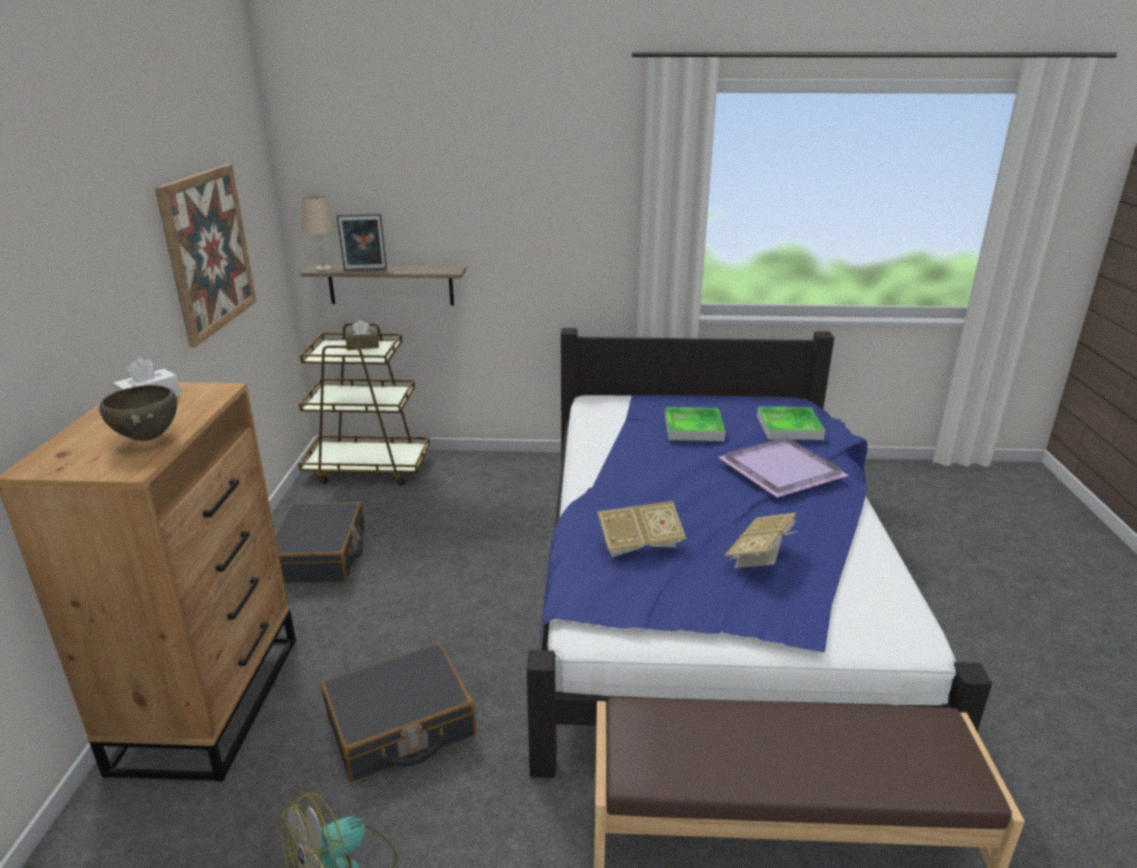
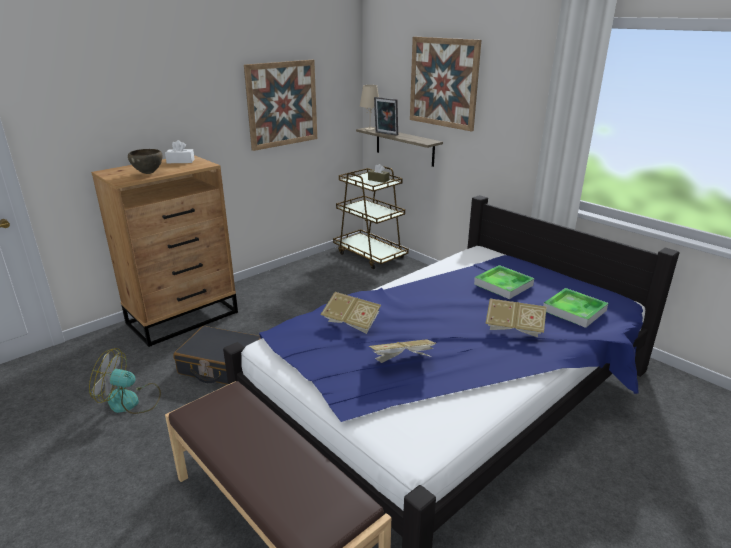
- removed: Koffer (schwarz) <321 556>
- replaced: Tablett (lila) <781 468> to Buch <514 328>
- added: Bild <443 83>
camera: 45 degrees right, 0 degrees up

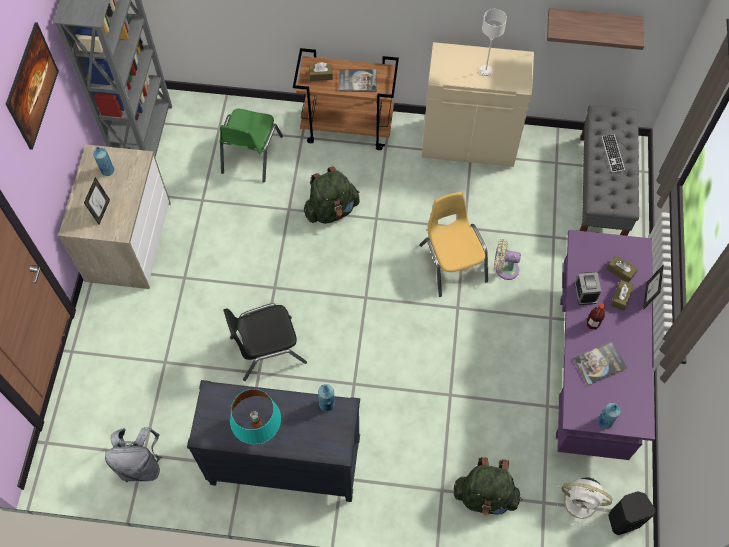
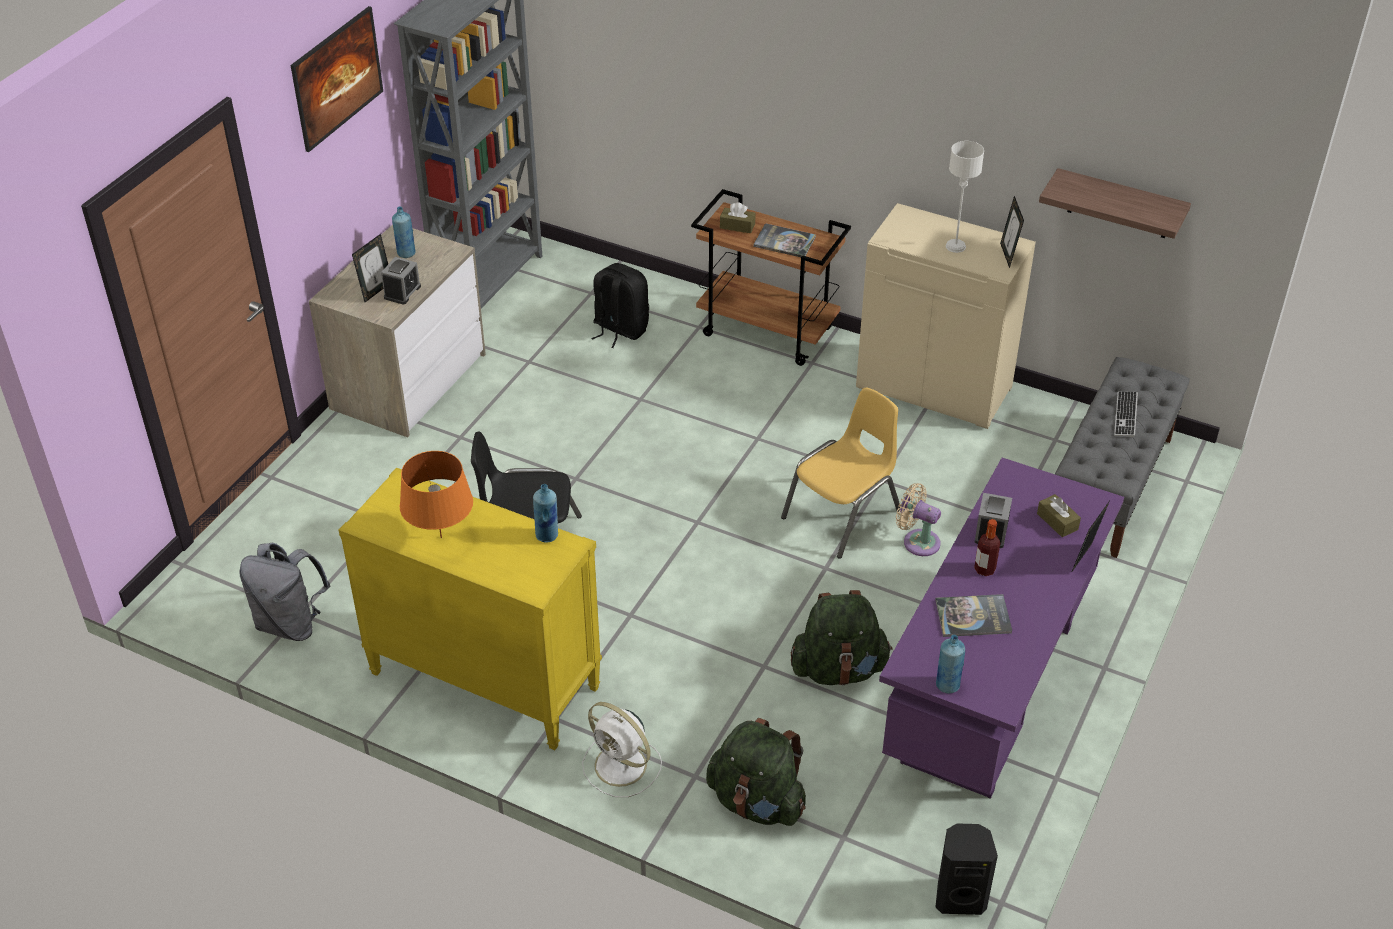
- recoloured: Kommode (schwarz) <284 465> to Kommode (gelb) <483 681>
- replaced: Stuhl (grün) <251 154> to Rucksack (schwarz) <619 329>
- recoloured: Tischlampe (türkis) <258 429> to Tischlampe (orange) <441 537>
- moved: Rucksack (grün) <331 210> to <838 669>
- turned: Stuhl (gelb) <452 263> = <843 515> 45 degrees clockwise
- moved: Ventilator (weiß) <582 502> to <622 766>
- removed: Taschentuchbox (braun) <621 297>
- added: Wecker <402 292>
- added: Bilderrahmen <1008 255>
camera: 20 degrees right, 20 degrees down

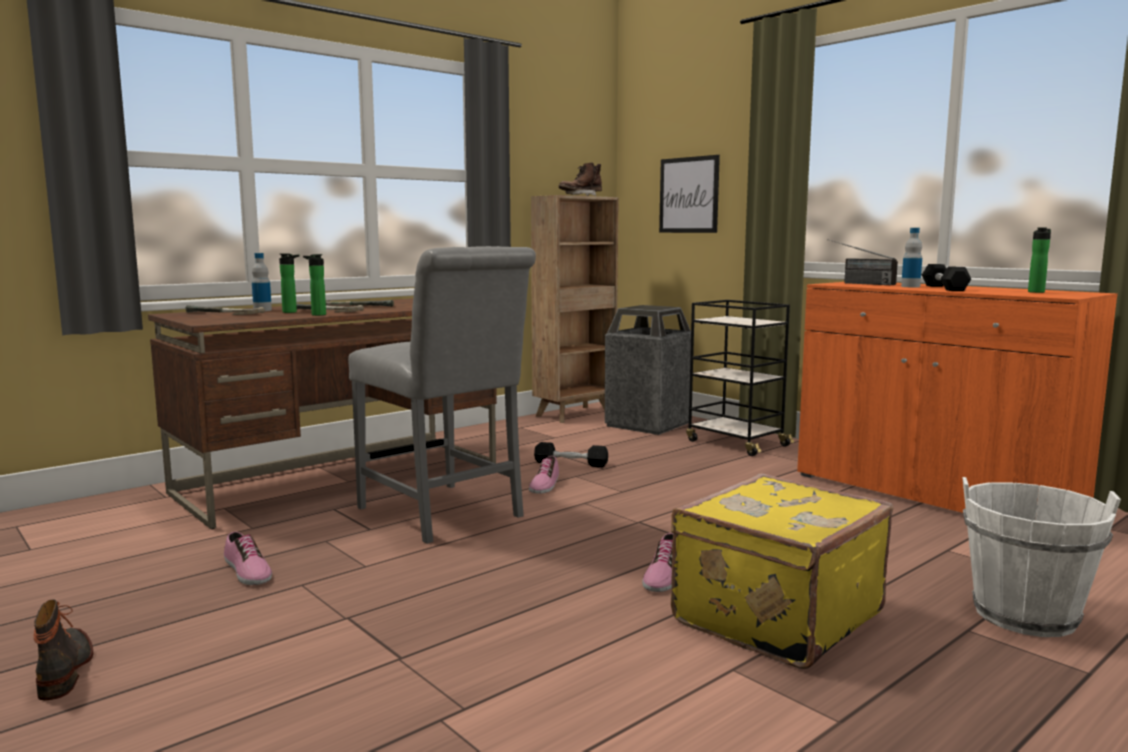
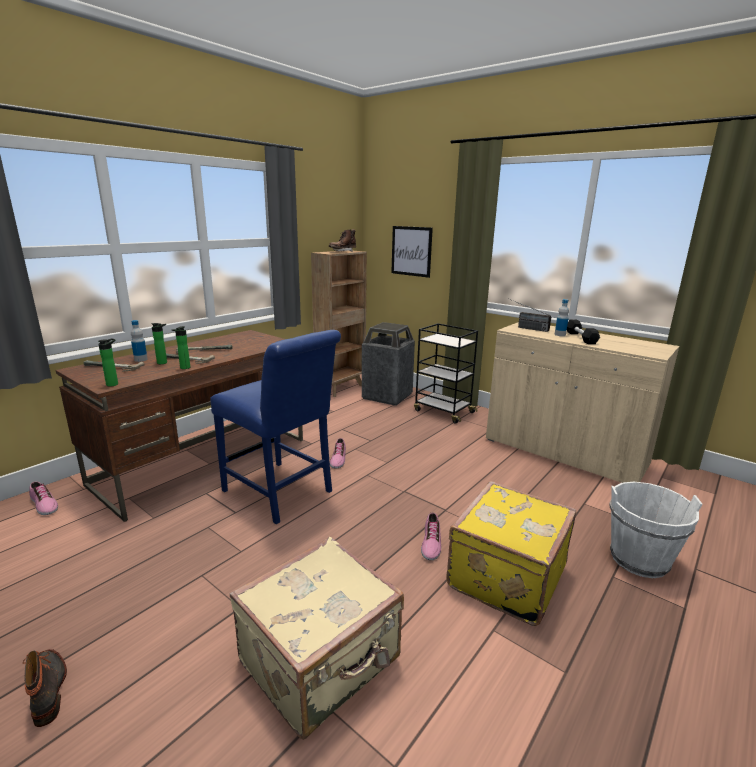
- moved: Schuh <246 571> to <43 504>
- recoloured: Stuhl (grau) <444 514> to Stuhl (blau) <281 493>
- removed: Hantel (schwarz) <571 463>
- recoloured: Schrank (orange) <933 494> to Schrank (beige) <563 452>
- moved: Flasche <1036 292> to <114 384>
- added: Koffer (beige) <322 662>
camera: 10 degrees left, 10 degrees up

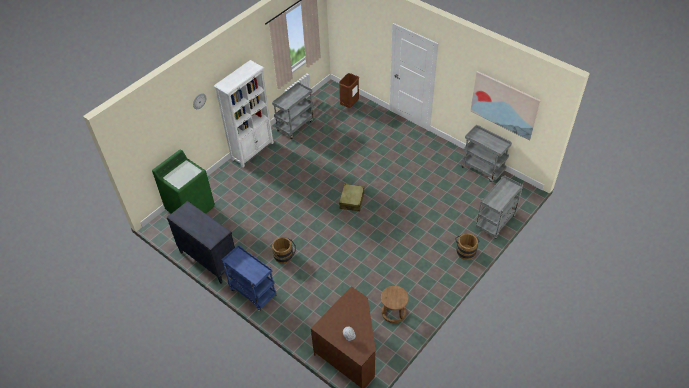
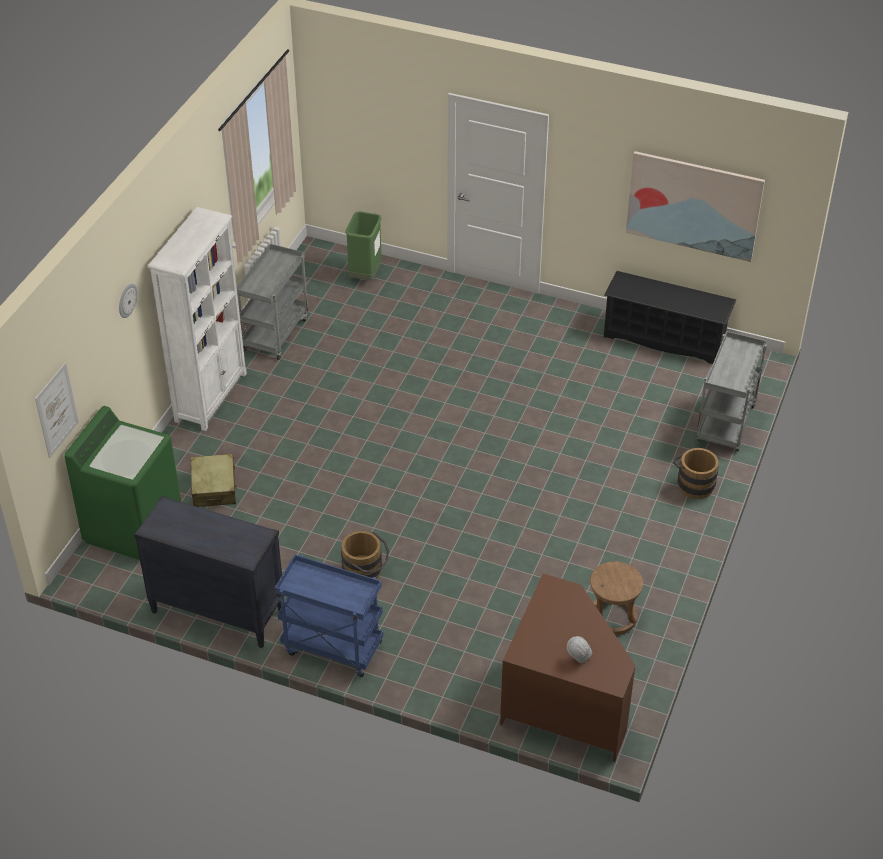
- recoloured: Mülleimer (braun) <349 104> to Mülleimer (grün) <365 275>
- moved: Koffer (beige) <352 200> to <214 487>
- replaced: Rollwagen (grau) <483 169> to Schuhregal (schwarz) <665 339>
- added: Bild <56 410>
camera: 20 degrees left, 5 degrees down

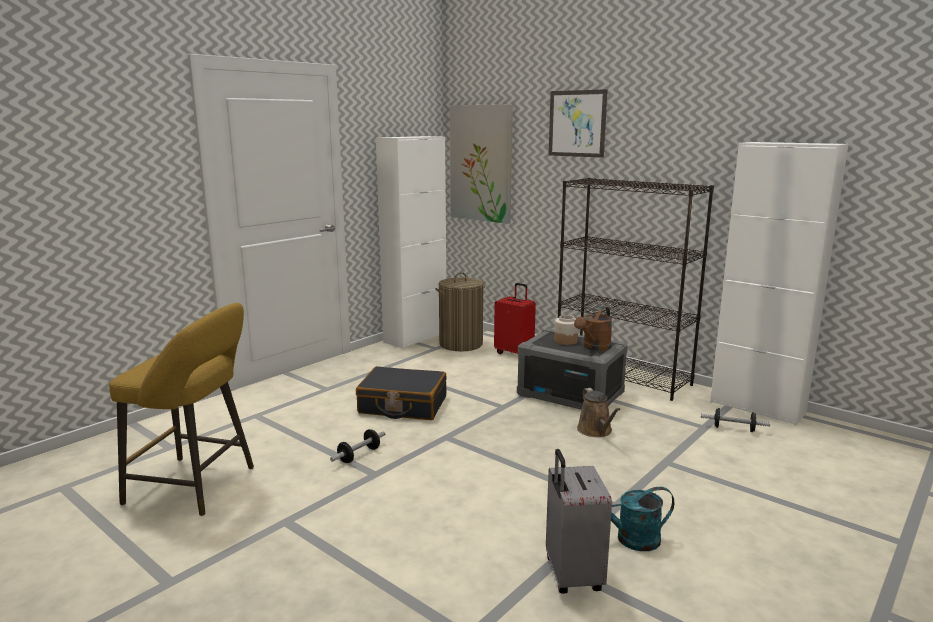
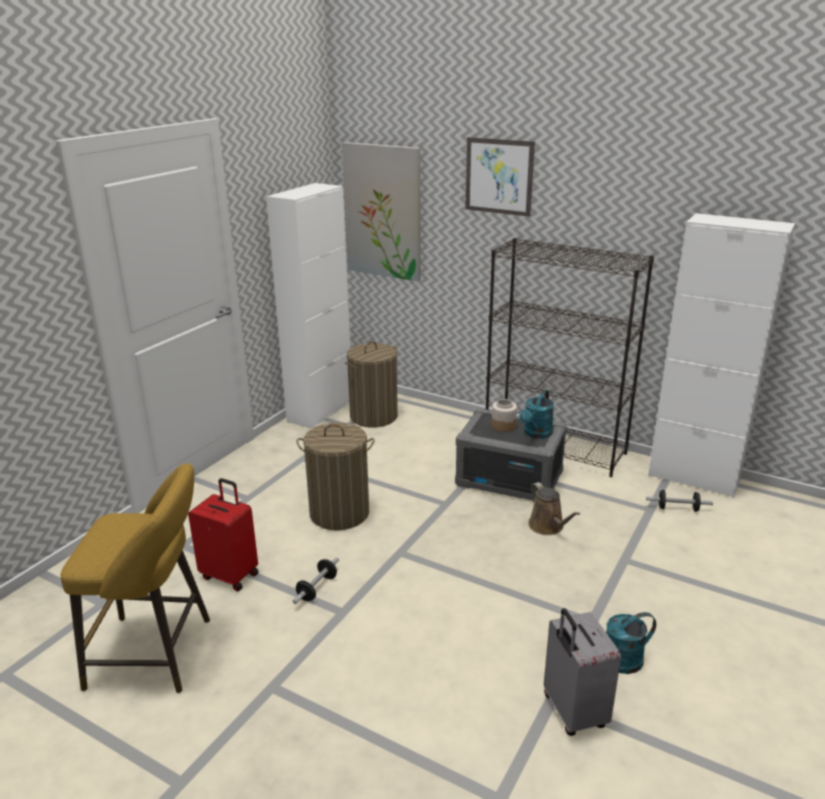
- replaced: Koffer (schwarz) <402 405> to Wäschekorb <339 513>
- moved: Koffer (rot) <515 353> to <231 575>
- recoloured: Gießkanne (braun) <594 347> to Gießkanne (türkis) <536 434>
camera: 10 degrees left, 10 degrees up

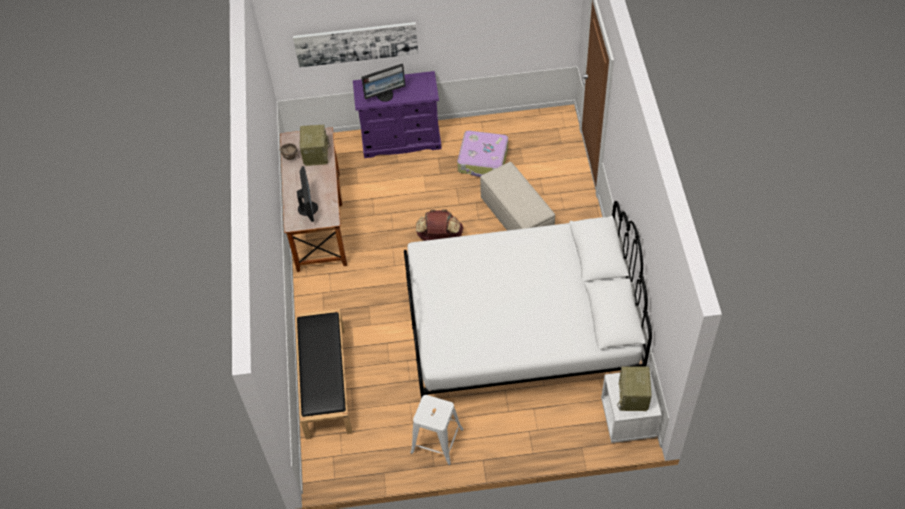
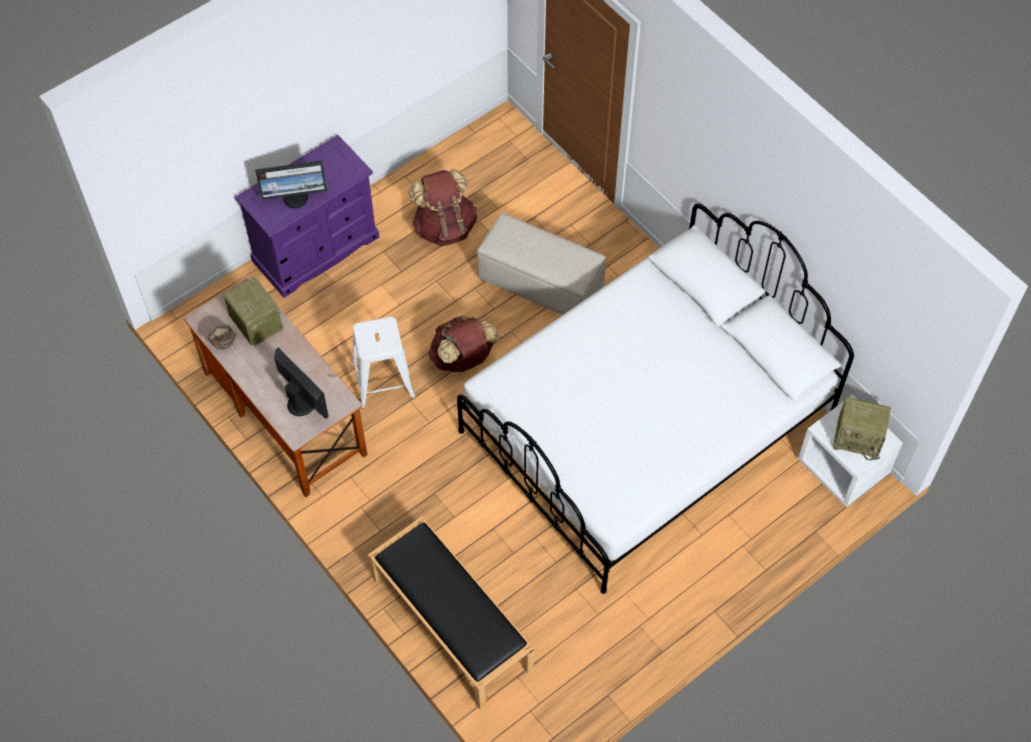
- removed: Bild <356 43>
- turned: Monitor <385 95> = <296 197> 45 degrees clockwise
- moved: Hocker (weiß) <437 441> to <383 380>
- replaced: Koffer <483 160> to Rucksack (braun) <444 227>
- turned: Radio <633 397> = <858 438> 45 degrees counterclockwise
camera: 35 degrees left, 5 degrees up

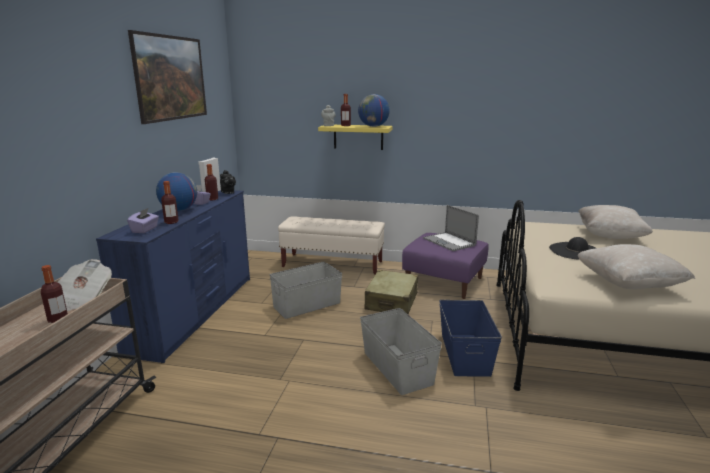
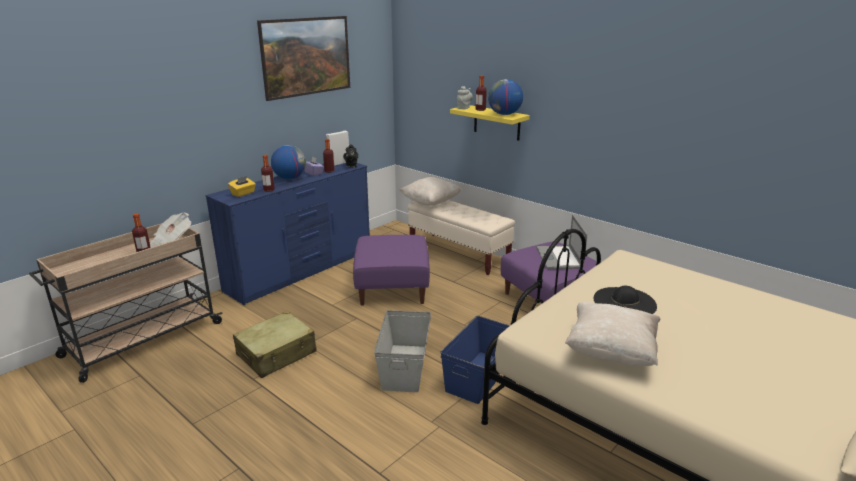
- recoloured: Taschentuchbox (lila) <145 230> to Taschentuchbox (gelb) <243 193>
- replaced: Aufbewahrungsbox (grau) <307 305> to Polsterhocker (lila) <393 288>
- moved: Koffer (beige) <392 301> to <277 354>
- moved: Kissen (beige) <610 236> to <430 202>
camera: 30 degrees right, 5 degrees up

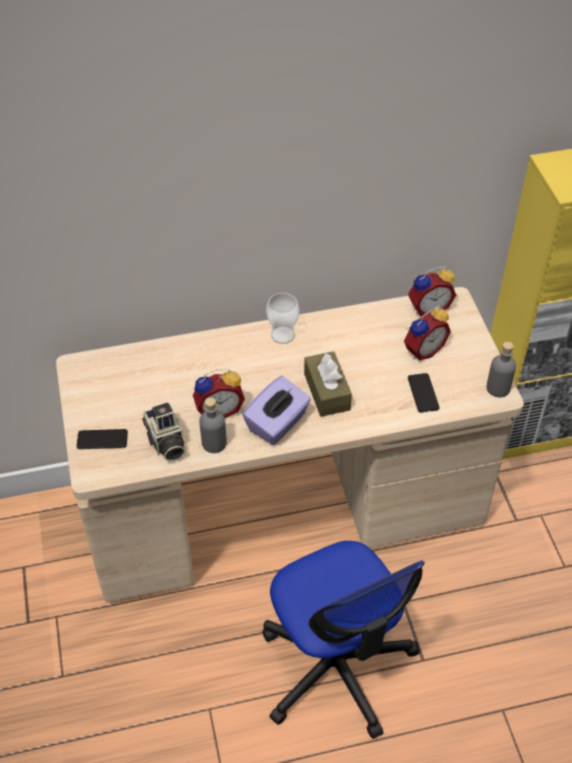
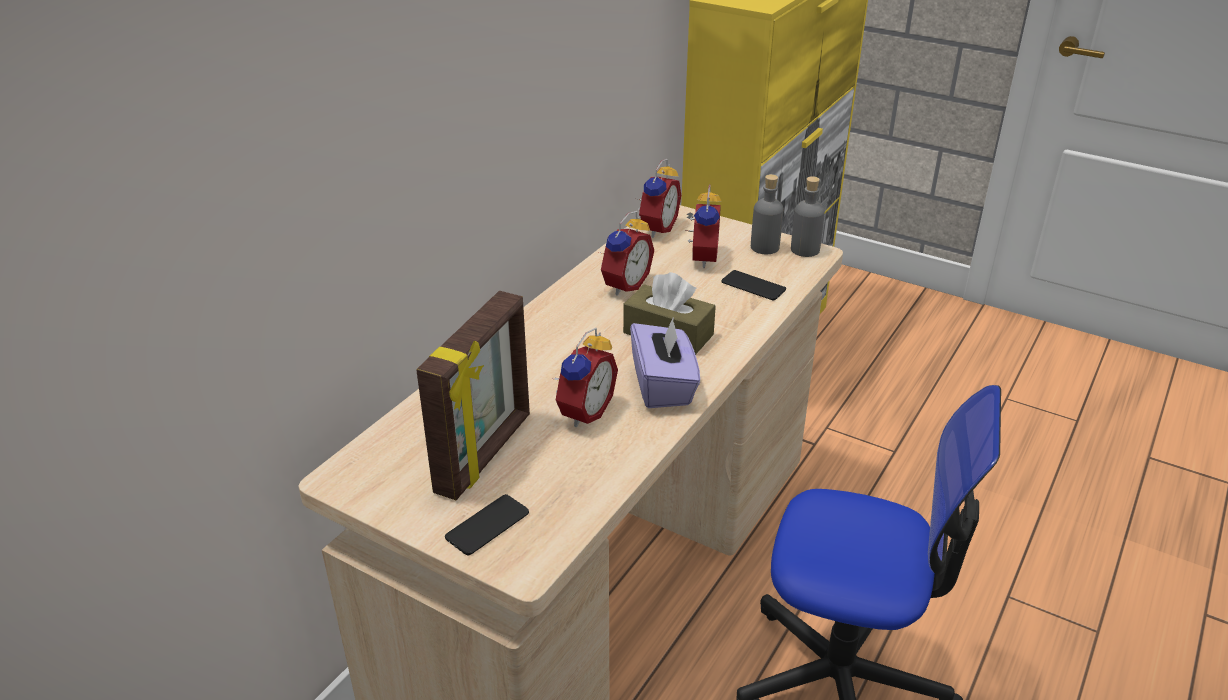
- removed: Kamera <165 442>
- moved: Flasche (grau) <214 443> to <764 247>
- removed: Tasse <282 335>
- added: Bilderrahmen <486 454>
- added: Wecker <623 285>
camera: 45 degrees left, 15 degrees down

